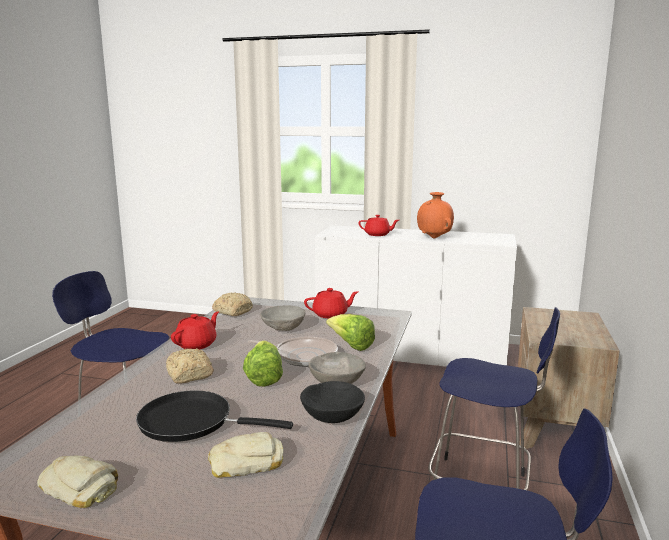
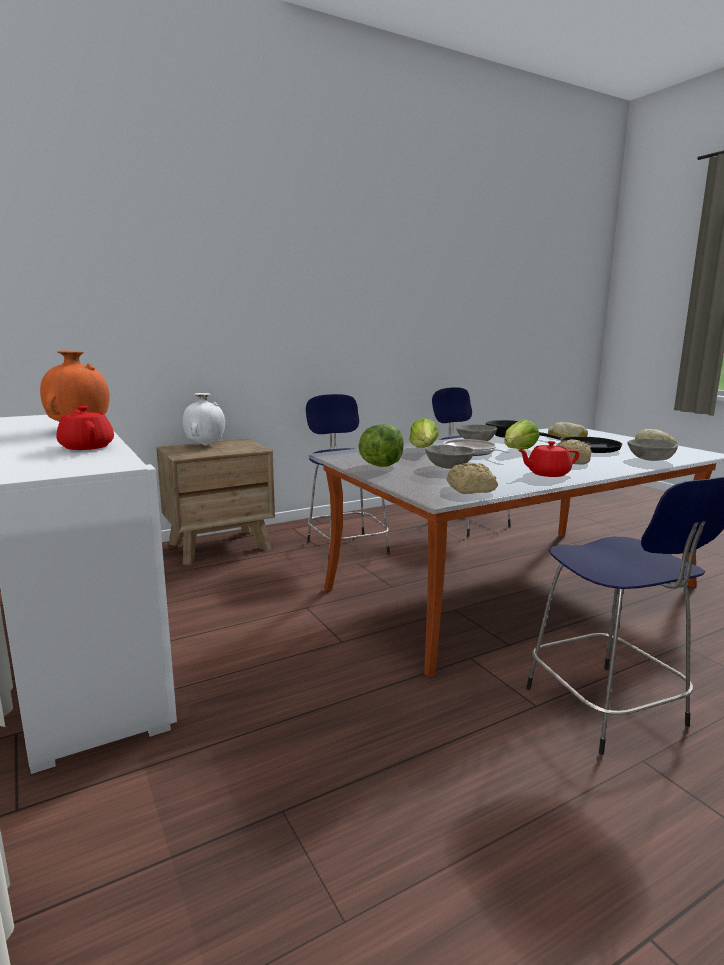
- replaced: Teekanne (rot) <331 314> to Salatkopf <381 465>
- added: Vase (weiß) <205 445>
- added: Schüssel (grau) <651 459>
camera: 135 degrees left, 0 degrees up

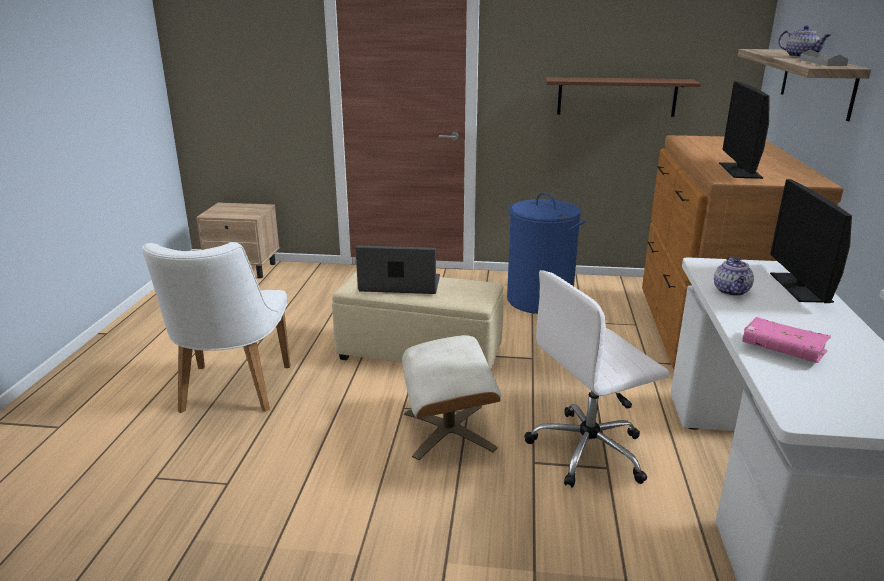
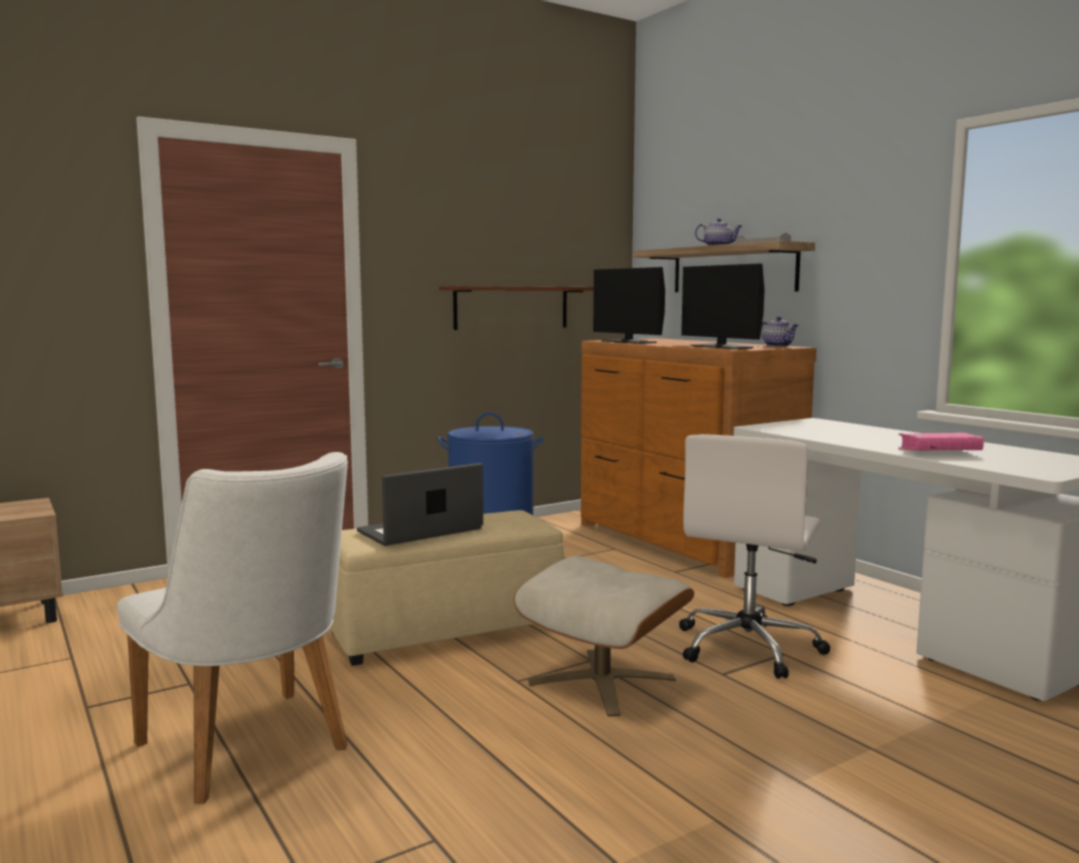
- moved: Teekanne <731 291> to <778 346>
- moved: Monitor <800 287> to <628 342>
camera: 40 degrees left, 15 degrees down

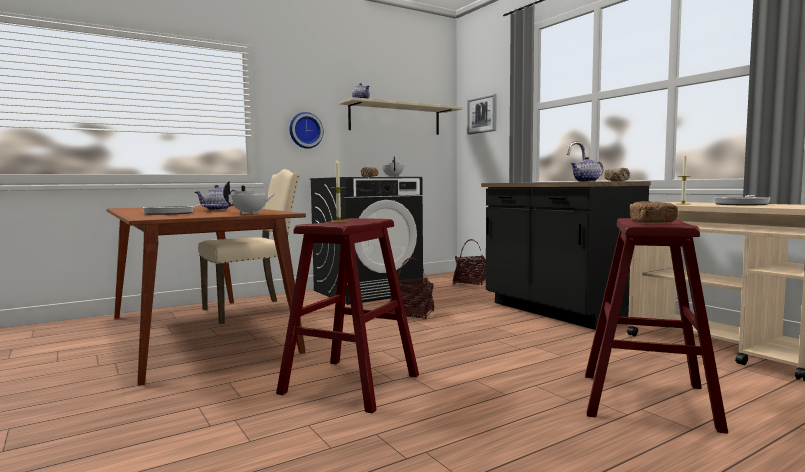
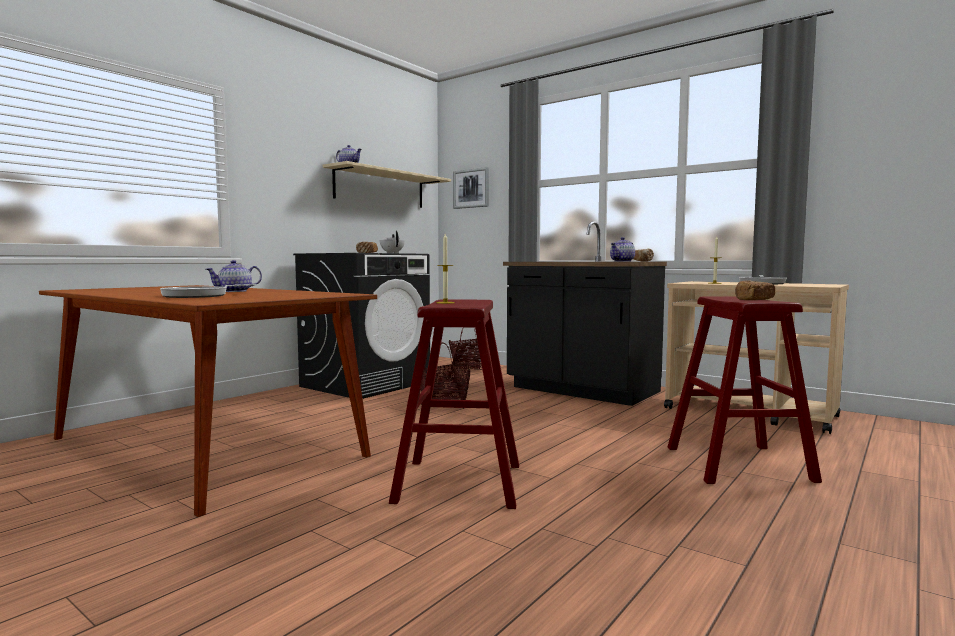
- removed: Stuhl (beige) <252 310>
- removed: Teekanne (weiß) <250 213>
- removed: Wanduhr <305 130>
camera: 20 degrees left, 0 degrees up

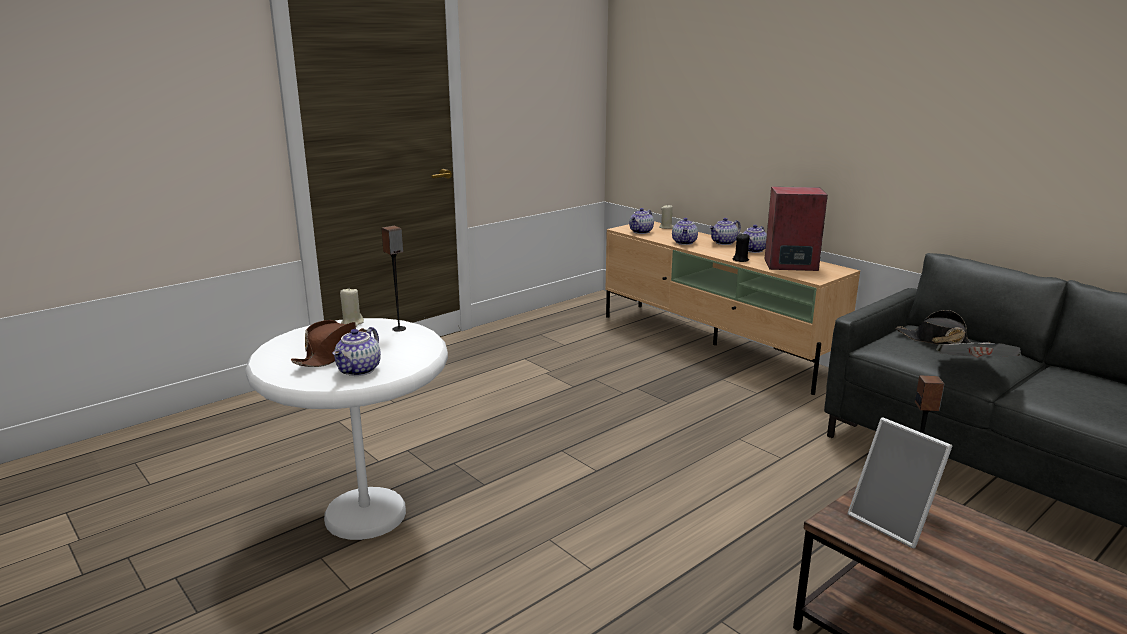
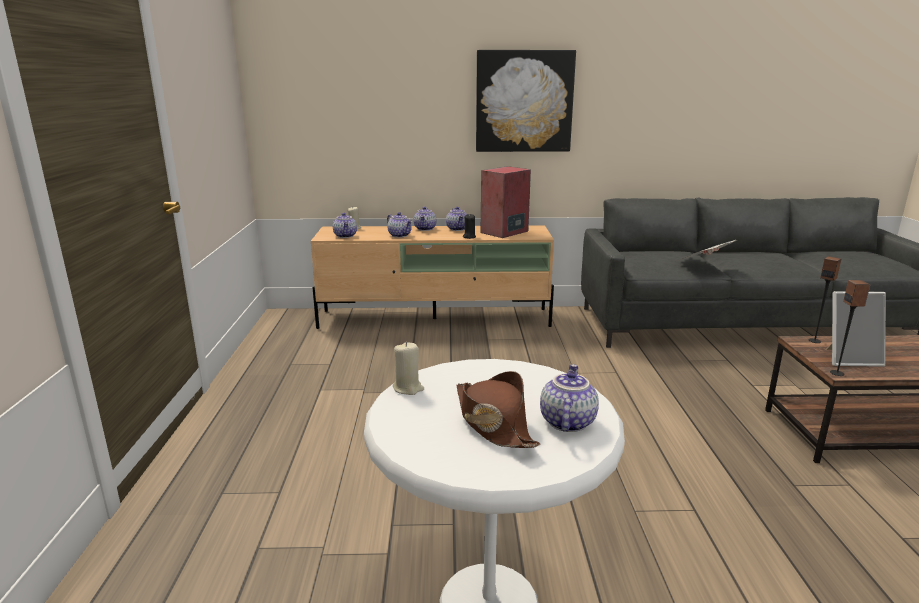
- turned: Teekanne <359 370> = <566 421> 135 degrees counterclockwise
- moved: Lautsprecher <399 329> to <837 373>
- removed: Hut (schwarz) <940 342>
- added: Bild <524 101>
camera: 50 degrees left, 0 degrees up

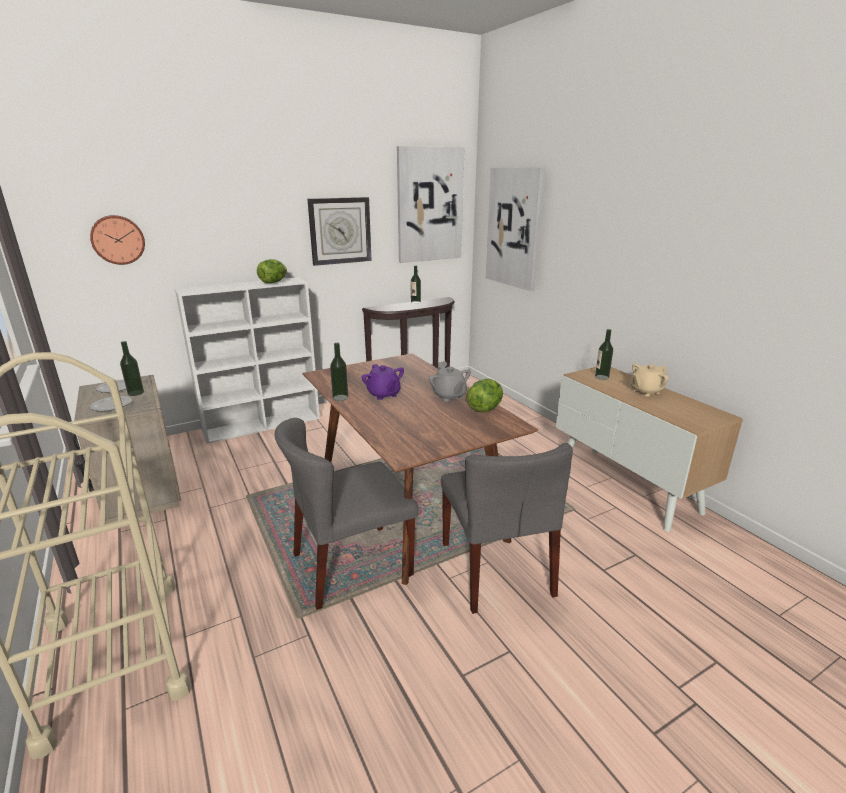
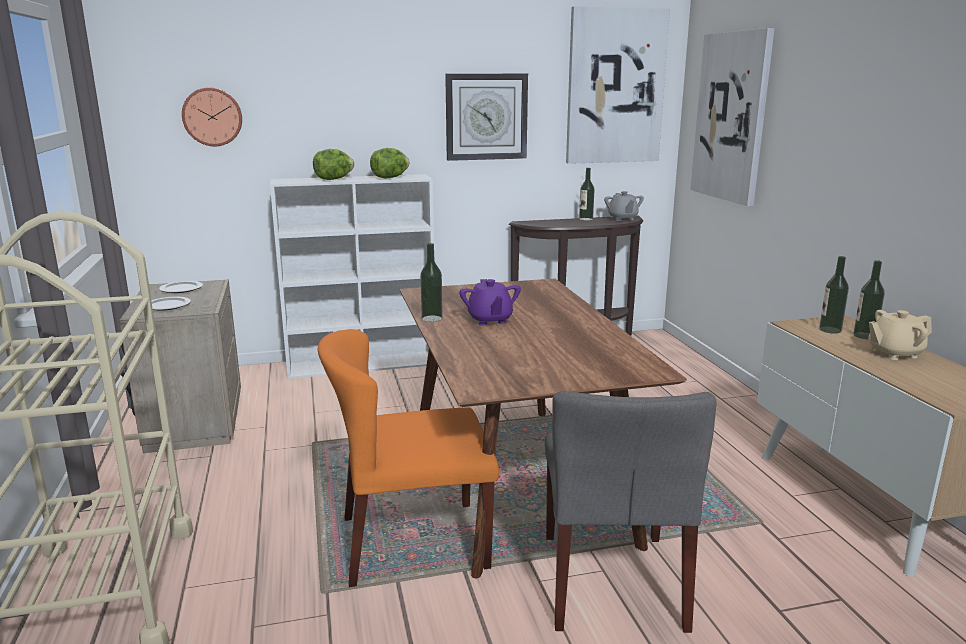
- moved: Flasche <136 393> to <864 336>
- recoloured: Stuhl (grau) <351 565> to Stuhl (orange) <412 543>
- moved: Teekanne (grau) <449 396> to <622 218>
- moved: Salatkopf <485 409> to <333 179>
camera: 15 degrees right, 5 degrees down

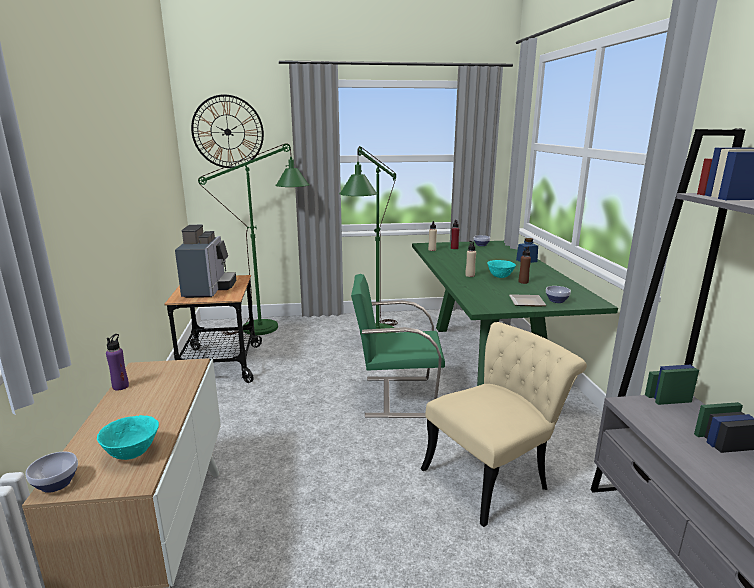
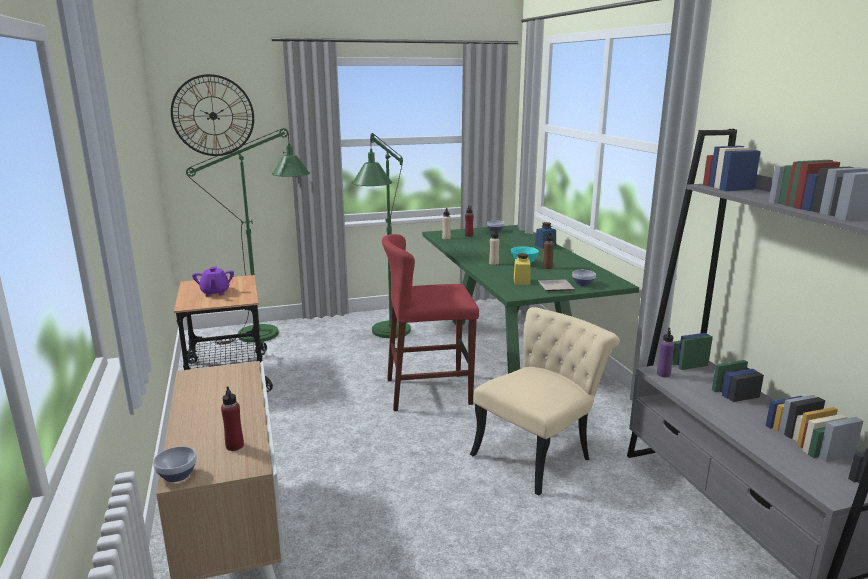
- replaced: Schüssel (türkis) <133 454> to Flasche (rot) <234 446>
- moved: Flasche (lila) <120 386> to <663 374>
- replaced: Kaffeemaschine <208 289> to Teekanne (lila) <215 293>
- replaced: Stuhl (grün) <396 396> to Hocker (rot) <428 391>
- added: Vorratsglas (gelb) <521 281>
camera: 10 degrees left, 0 degrees up

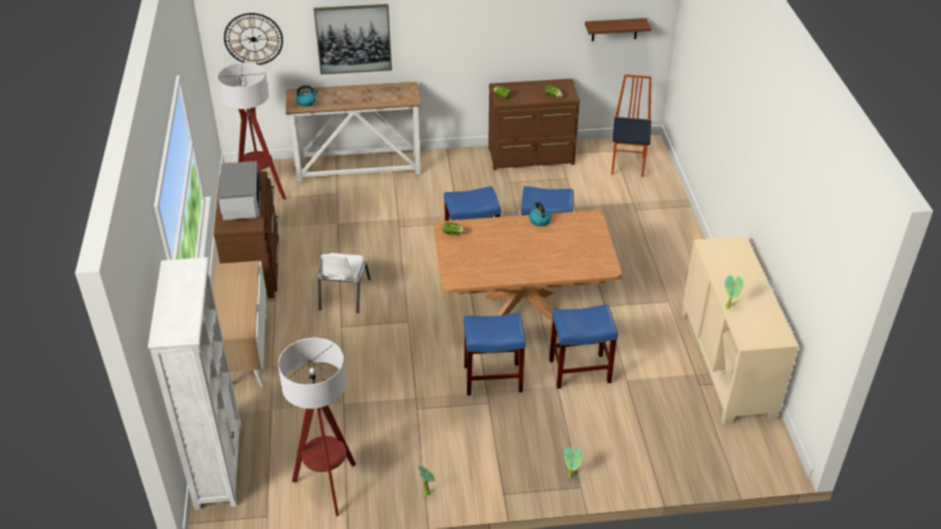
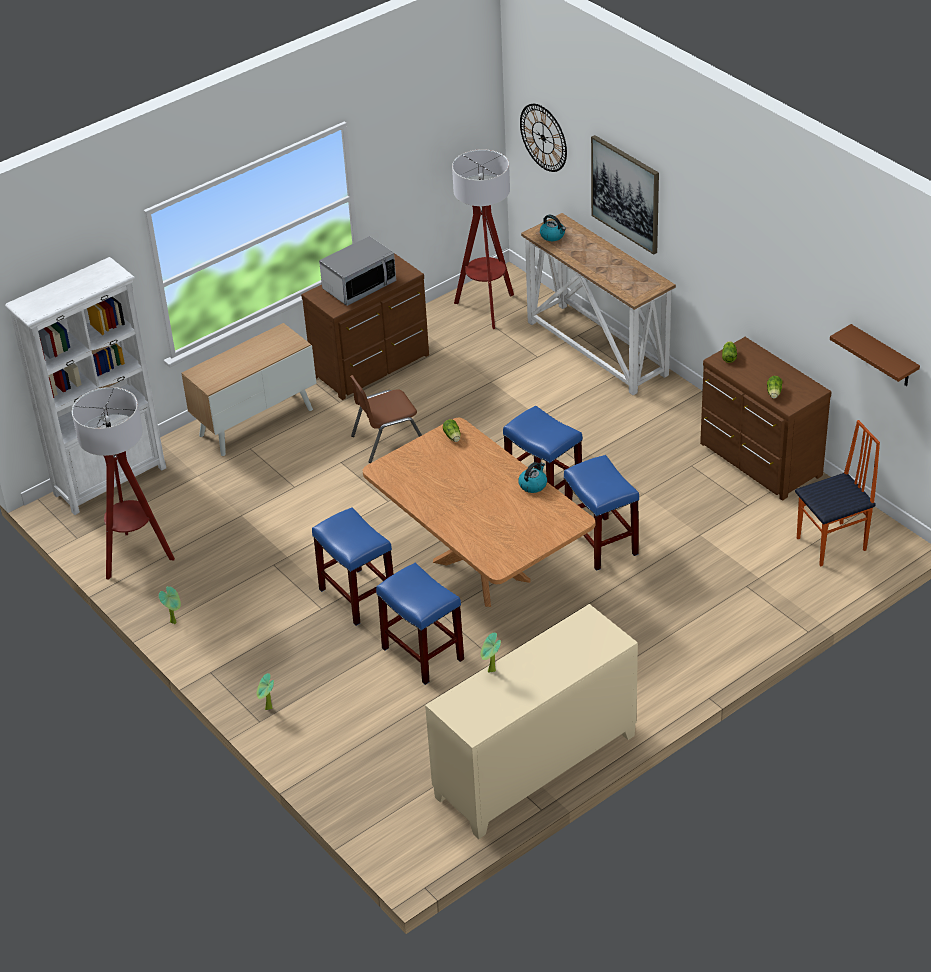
- recoloured: Stuhl (weiß) <344 294> to Stuhl (braun) <388 440>
camera: 60 degrees right, 0 degrees up

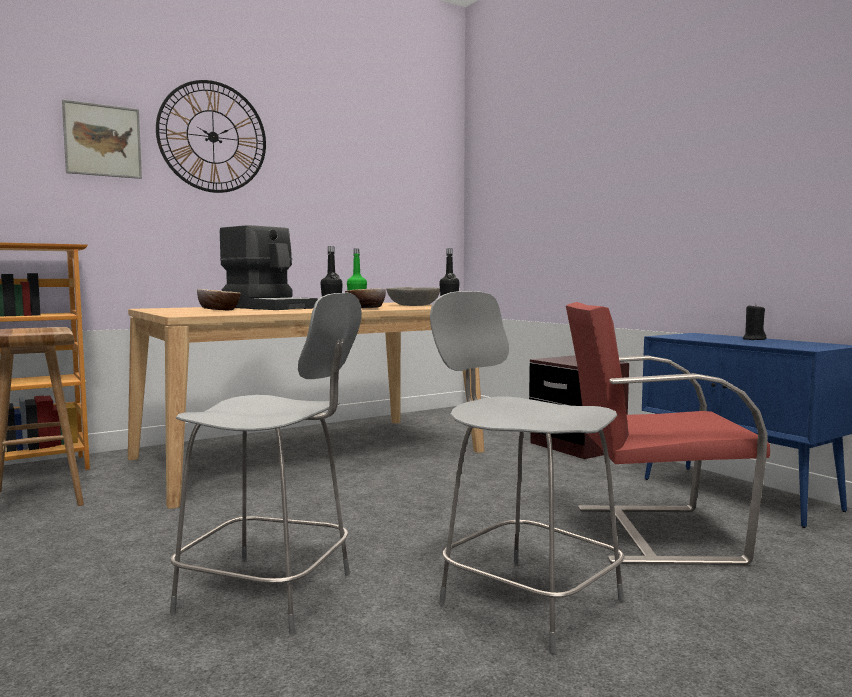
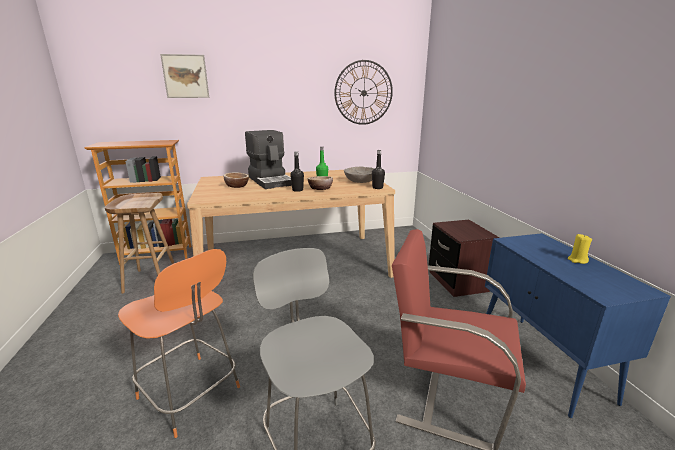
- moved: Wanduhr <213 137> to <363 93>
- recoloured: Stuhl (grau) <271 594> to Stuhl (orange) <191 394>
- recoloured: Kerze (schwarz) <753 339> to Kerze (gelb) <577 260>
camera: 20 degrees right, 15 degrees up

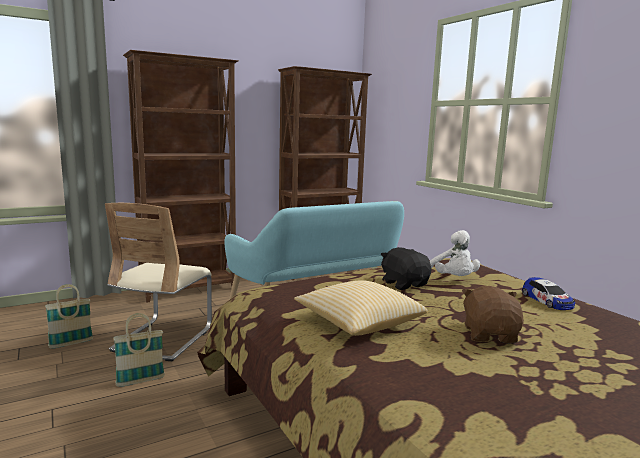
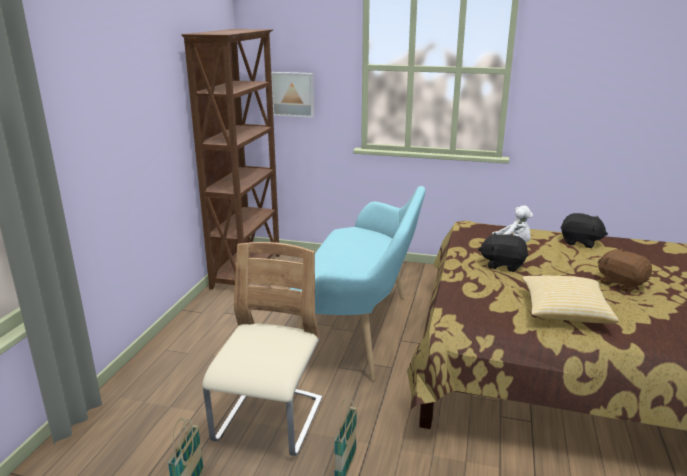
- turned: Stuhl (beige) <163 339> = <269 422> 135 degrees counterclockwise
- removed: Bücherregal (braun) <189 290>
- replaced: Spielzeugauto <547 300> to Plüschtier (schwarz) <580 242>
- added: Bild <293 94>
camera: 45 degrees left, 10 degrees up

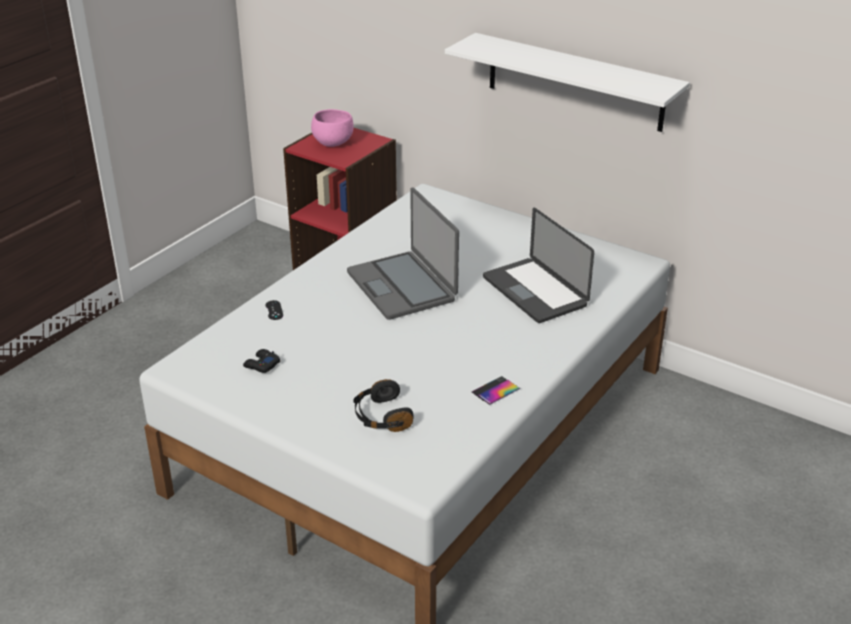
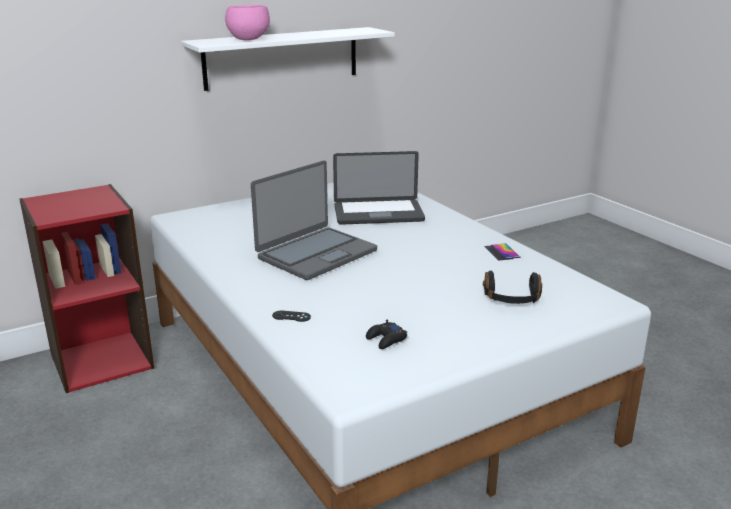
- moved: Schüssel (rosa) <333 143> to <247 39>
- turned: Laptop <402 286> = <316 254> 45 degrees counterclockwise
camera: 65 degrees left, 10 degrees down

